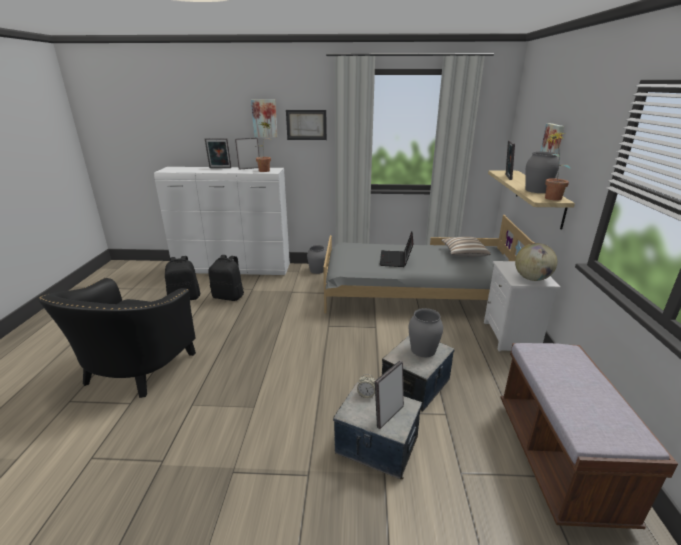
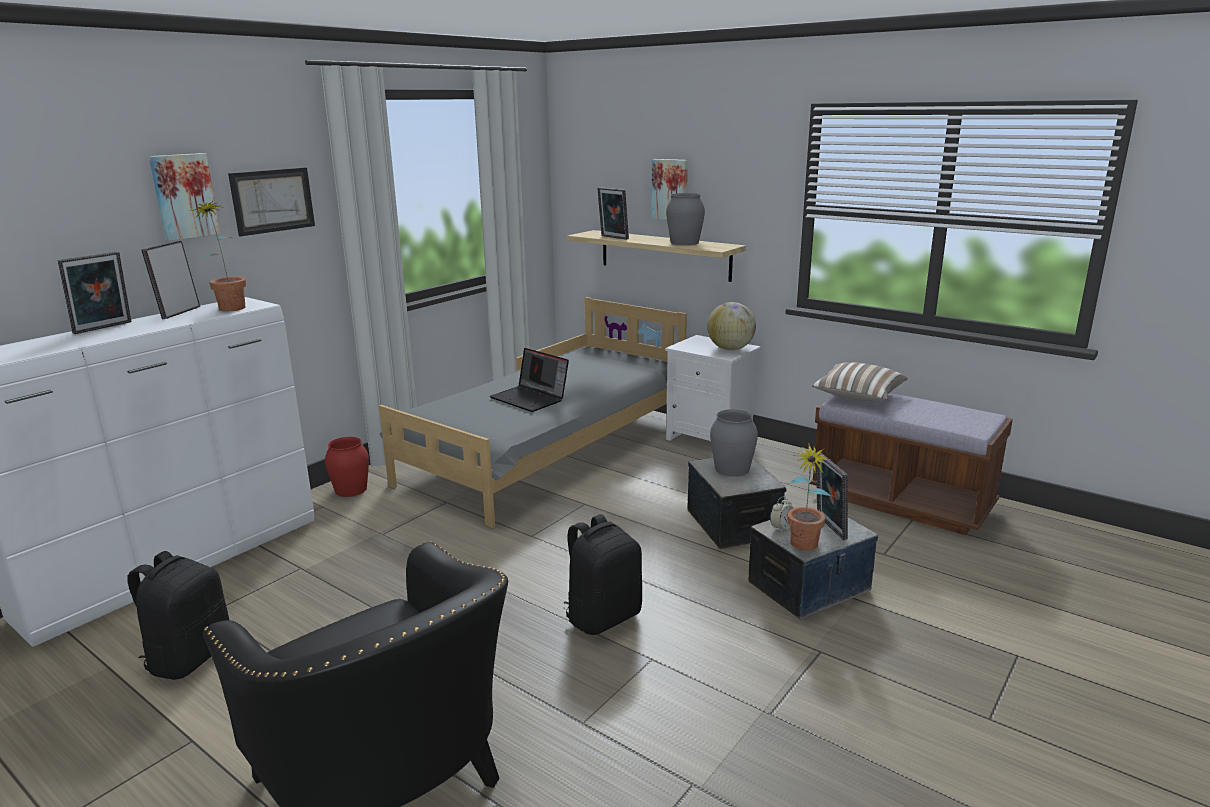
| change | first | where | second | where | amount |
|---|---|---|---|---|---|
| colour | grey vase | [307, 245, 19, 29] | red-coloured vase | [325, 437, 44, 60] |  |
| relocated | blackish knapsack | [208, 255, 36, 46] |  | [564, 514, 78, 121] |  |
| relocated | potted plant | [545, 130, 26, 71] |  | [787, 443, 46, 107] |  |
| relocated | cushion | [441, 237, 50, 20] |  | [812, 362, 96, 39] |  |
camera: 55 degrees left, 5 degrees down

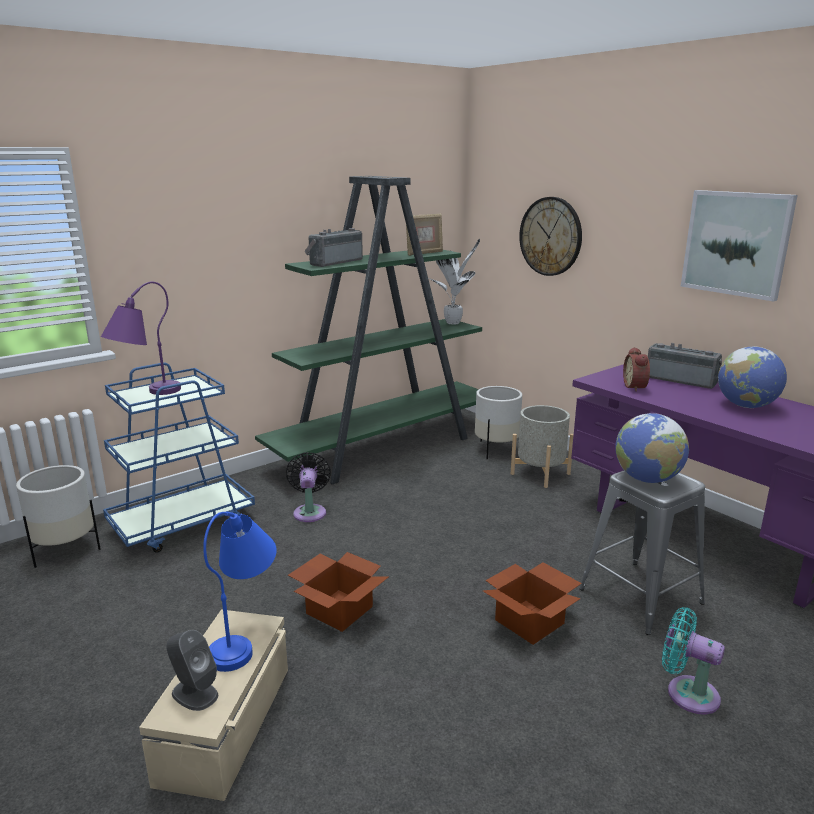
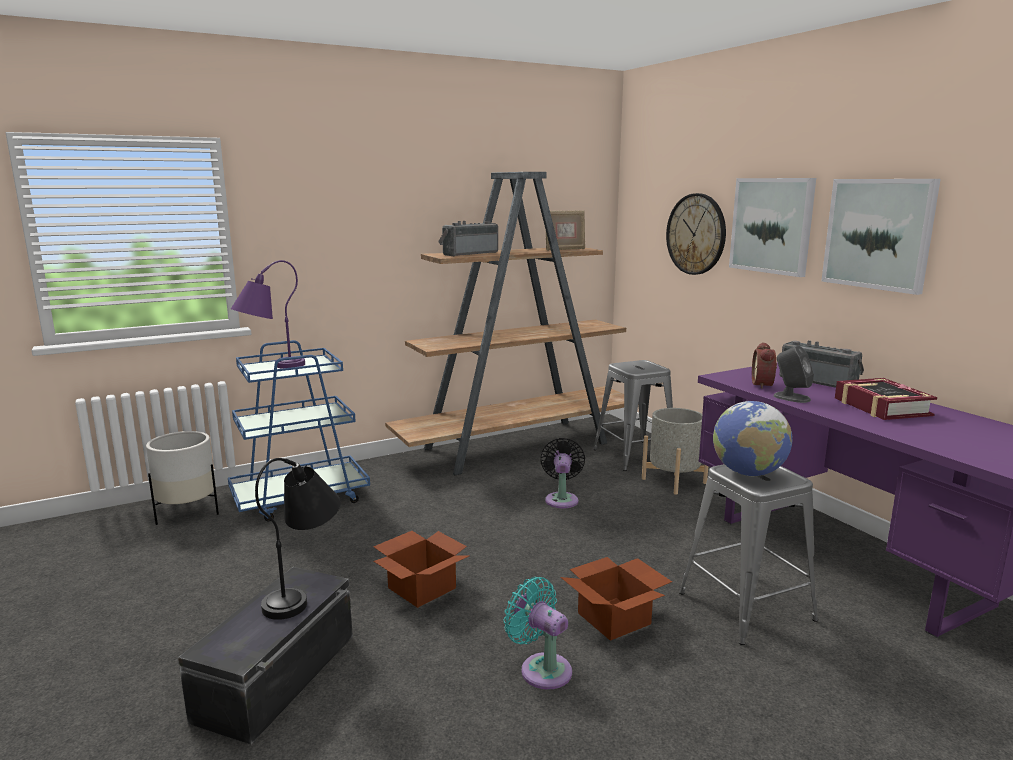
| change | first | where | second | where | amount |
|---|---|---|---|---|---|
| colour | beige storage box | [139, 609, 149, 192] | blackish storage box | [178, 567, 175, 178] |  |
| colour | blue table lamp | [203, 511, 74, 161] | blackish table lamp | [255, 458, 86, 162] |  |
| colour | green-coloured shelving unit | [255, 176, 227, 309] | brown shelving unit | [385, 172, 254, 303] |  |
| relocated | blue-green cooling fan | [662, 607, 63, 107] |  | [503, 577, 69, 113] |  |
| relocated | blackish cooling fan | [286, 452, 45, 70] |  | [540, 438, 45, 70] |  |
| exchanged | white flower pot | [475, 386, 47, 74] | grey sitting stool | [593, 360, 80, 111] |  |
| appeared |  |  | wall art | [729, 178, 87, 99] |  |
| relocated | grey loudspeaker | [166, 630, 52, 81] |  | [773, 345, 41, 58] |  |
| exchanged | desk globe | [718, 346, 69, 62] | volume | [835, 378, 102, 42] |  |
| missing | potted plant | [429, 239, 51, 86] |  |  |  |
camera: 10 degrees right, 5 degrees down

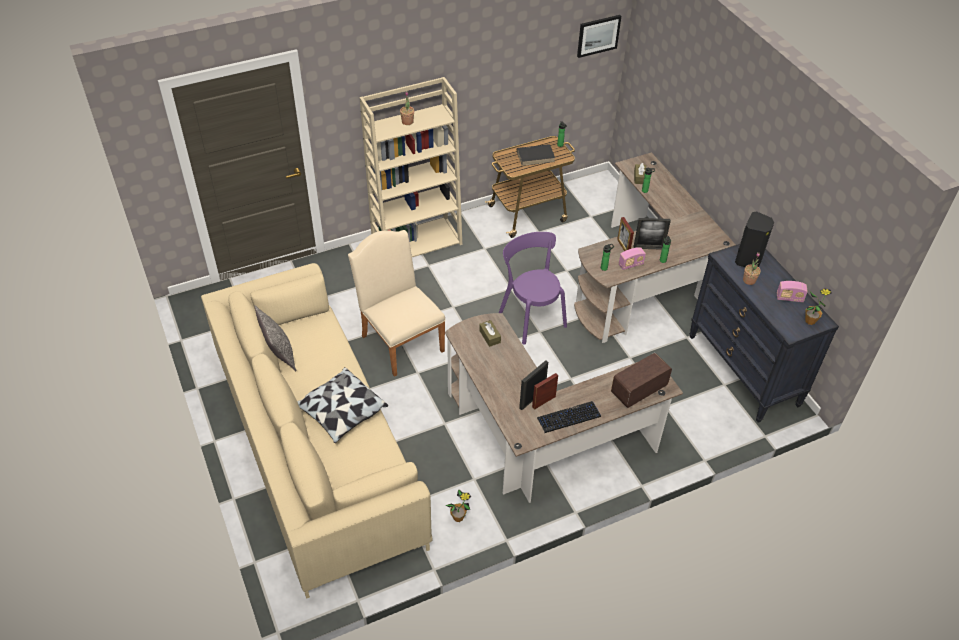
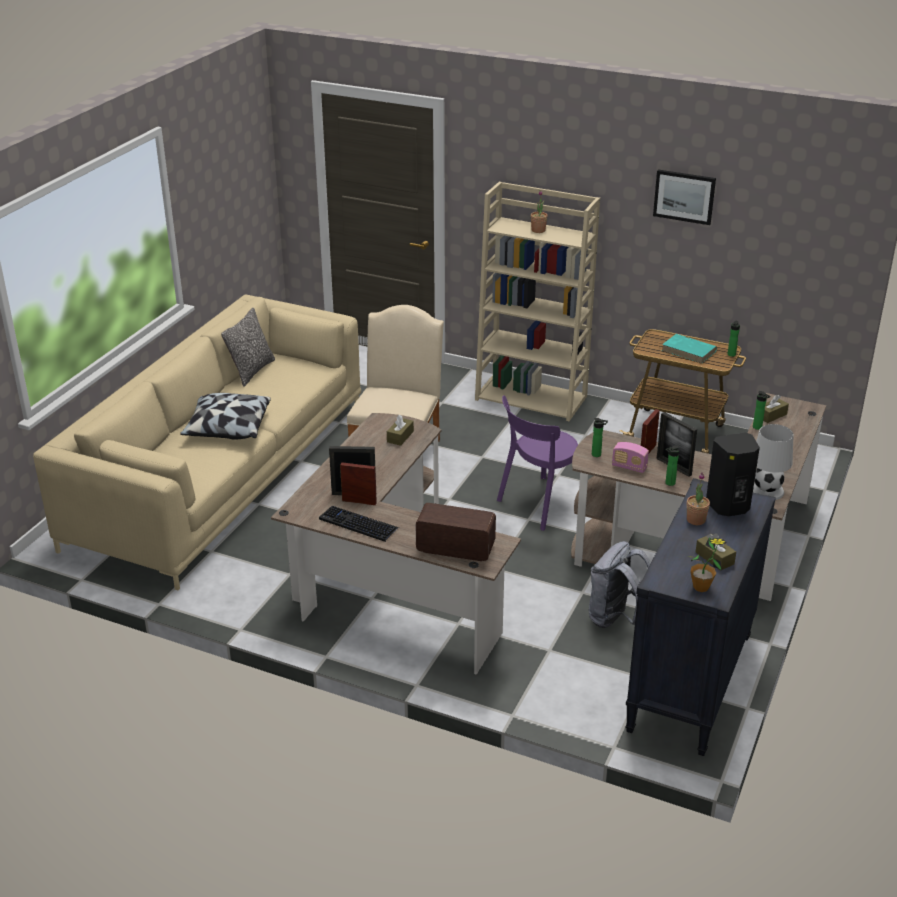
| change | first | where | second | where | amount |
|---|---|---|---|---|---|
| spun | purple plain chair | [499, 232, 68, 113] |  | [497, 395, 81, 136] | 150 degrees counterclockwise |
| appeared |  |  | grey knapsack | [589, 541, 62, 87] |  |
| relocated | wall art | [577, 15, 44, 43] |  | [653, 170, 63, 55] |  |
| colour | blackish volume | [517, 144, 38, 22] | blue-green volume | [662, 334, 55, 30] |  |
| exchanged | radio | [777, 281, 31, 21] | brown tissue holder | [696, 533, 40, 38] |  |
| appeared |  |  | white table lamp | [753, 424, 41, 76] |  |
| missing | potted plant | [446, 489, 25, 33] |  |  |  |
camera: 50 degrees right, 15 degrees down

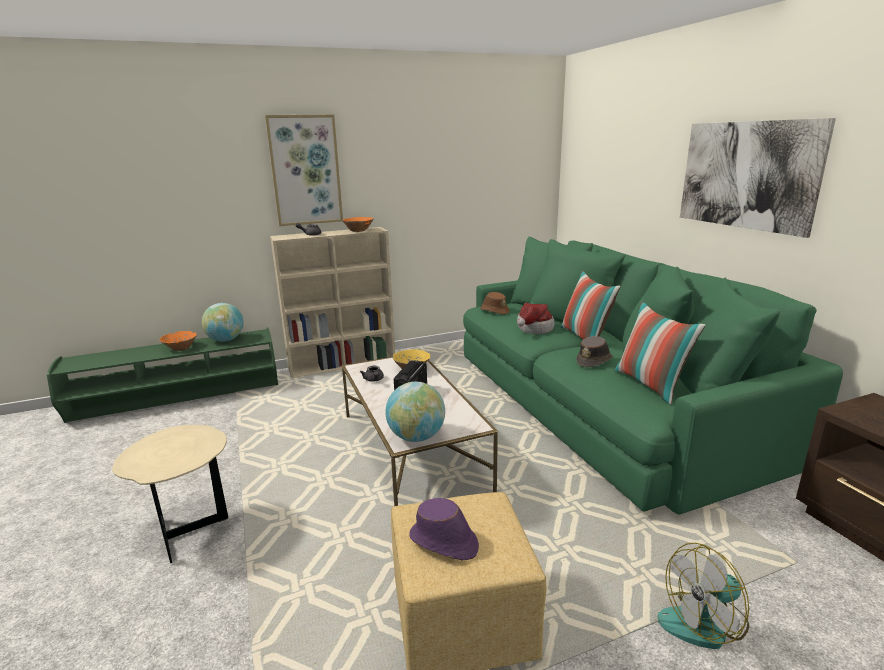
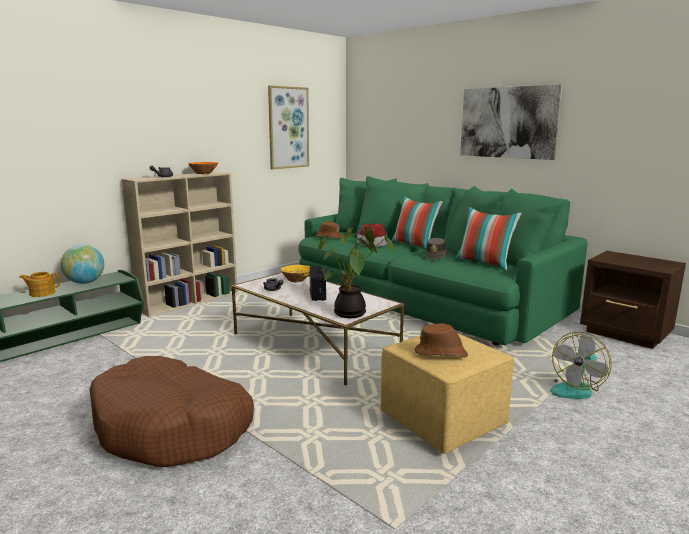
| change | first | where | second | where | amount |
|---|---|---|---|---|---|
| exchanged | orangey deep dish | [160, 331, 37, 20] | tea pot | [19, 272, 41, 25] |  |
| exchanged | beige side table | [112, 425, 116, 138] | brown pet bed | [89, 356, 165, 111] |  |
| relocated | wall art | [265, 115, 78, 111] |  | [268, 85, 41, 84] |  |
| exchanged | desk globe | [385, 382, 60, 60] | potted plant | [318, 227, 75, 91] |  |
| colour | purple hat | [409, 498, 70, 62] | brown hat | [414, 323, 54, 34] |  |
camera: 25 degrees left, 5 degrees down

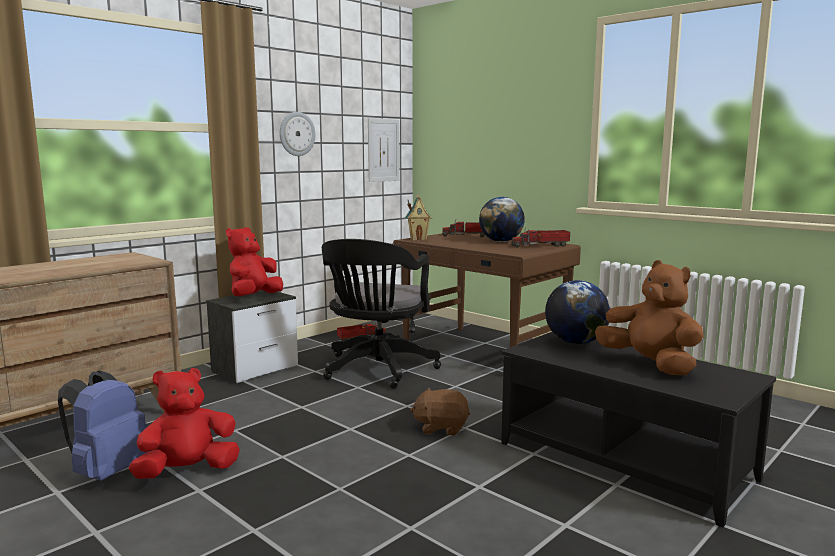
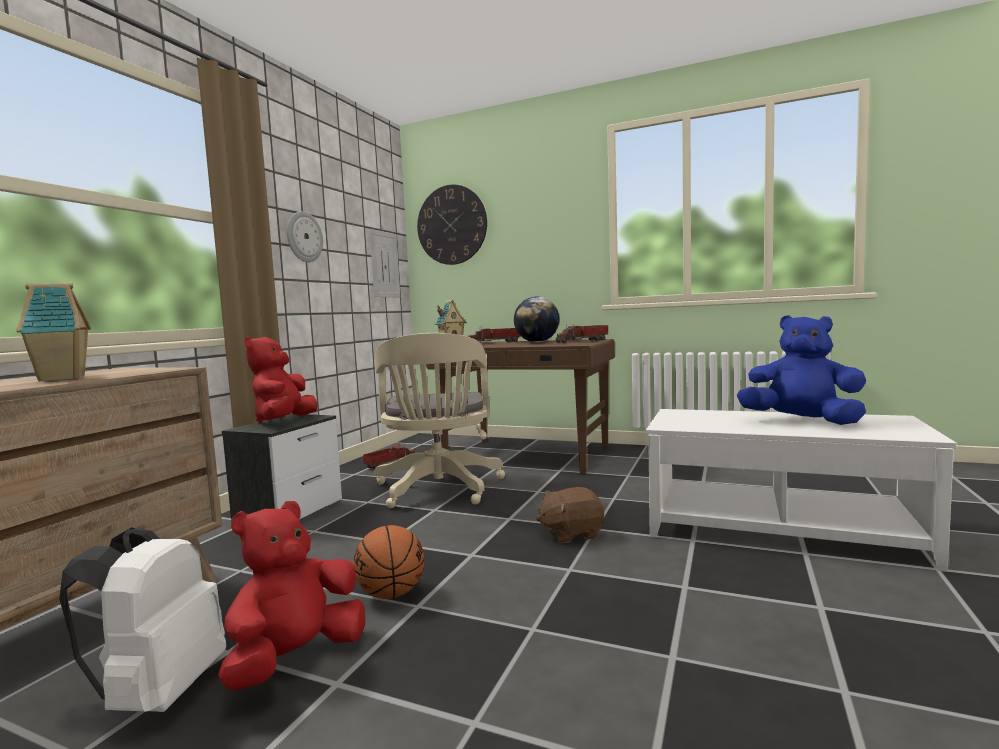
| change | first | where | second | where | amount |
|---|---|---|---|---|---|
| appeared |  |  | miniature house | [16, 283, 75, 98] |  |
| colour | blue knapsack | [58, 370, 90, 111] | white knapsack | [59, 527, 167, 185] |  |
| appeared |  |  | basketball | [353, 525, 71, 74] |  |
| colour | blackish computer chair | [322, 239, 119, 150] | beige computer chair | [374, 333, 131, 175] |  |
| appeared |  |  | wall clock | [417, 184, 70, 81] |  |
| colour | blackish low table | [501, 332, 275, 195] | white low table | [646, 409, 311, 163] |  |
| colour | brown plush toy | [595, 260, 109, 115] | blue plush toy | [737, 315, 129, 110] |  |
| missing | desk globe | [545, 280, 66, 64] |  |  |  |
camera: 20 degrees left, 5 degrees down

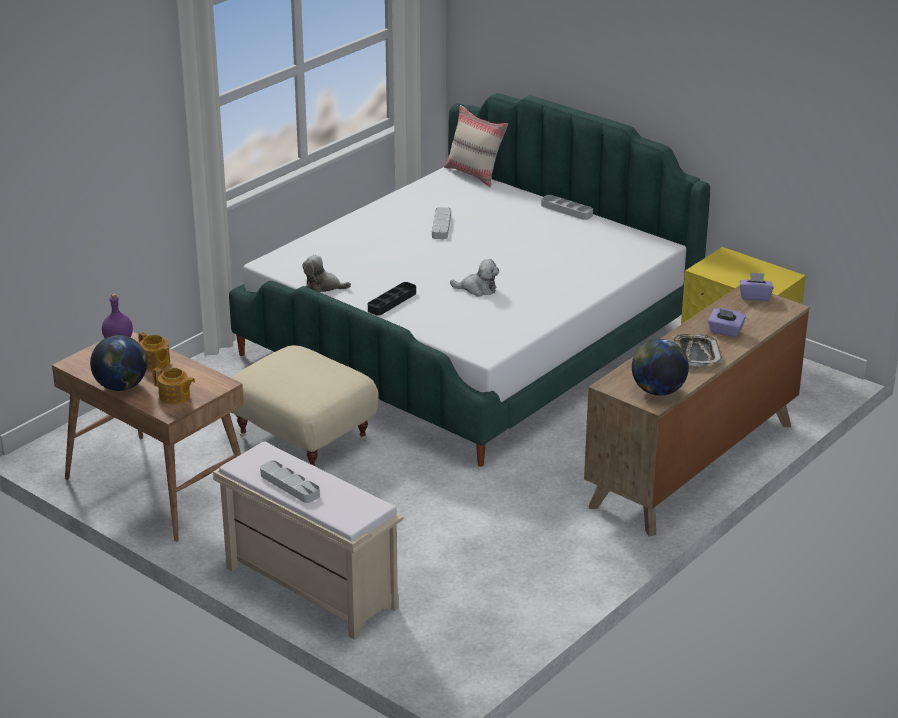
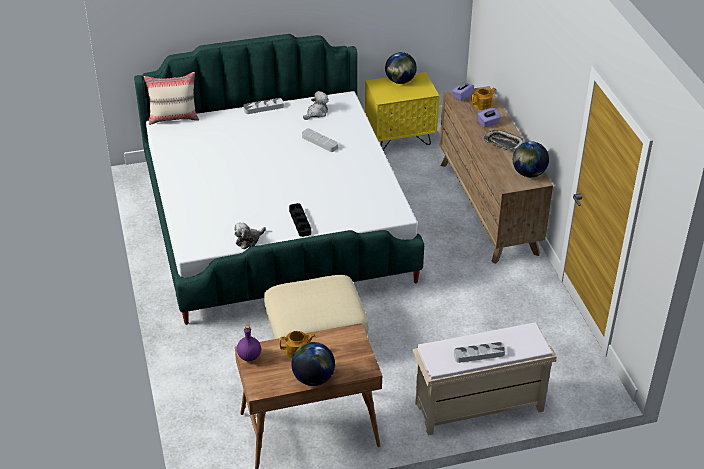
| change | first | where | second | where | amount |
|---|---|---|---|---|---|
| relocated | grey tray | [432, 207, 19, 32] |  | [302, 129, 36, 23] |  |
| relocated | plush toy | [450, 259, 49, 38] |  | [303, 91, 26, 29] |  |
| appeared |  |  | desk globe | [385, 52, 32, 32] |  |
| relocated | tea pot | [152, 368, 43, 37] |  | [471, 88, 25, 22] |  |
camera: 55 degrees left, 10 degrees up

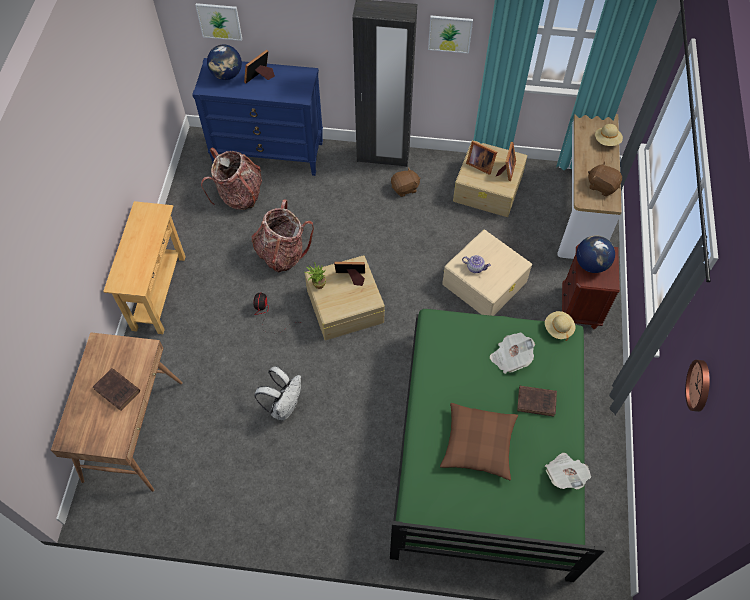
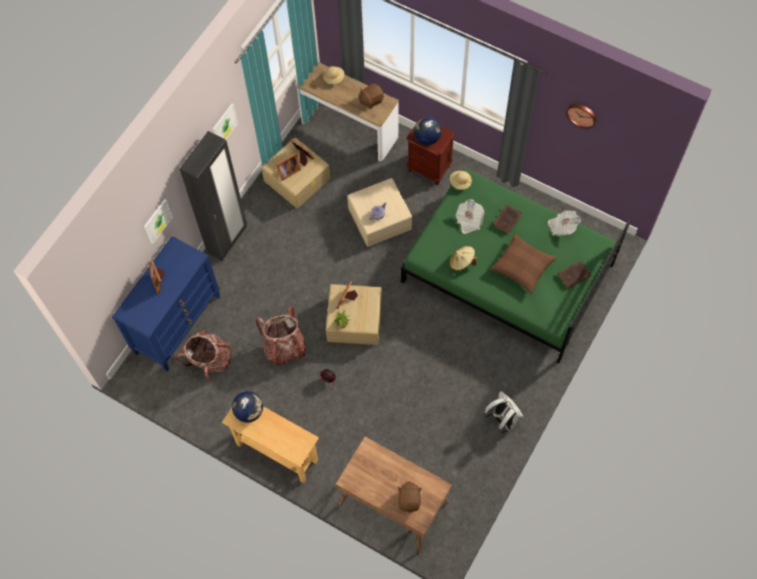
| change | first | where | second | where | amount |
|---|---|---|---|---|---|
| relocated | wall art | [195, 3, 47, 38] |  | [144, 199, 29, 45] |  |
| relocated | desk globe | [207, 44, 35, 36] |  | [232, 391, 31, 32] |  |
| relocated | brown plush toy | [391, 167, 30, 30] |  | [398, 481, 24, 32] |  |
| appeared |  |  | beige hat | [449, 246, 28, 25] |  |
| relocated | white knapsack | [254, 366, 47, 54] |  | [484, 391, 40, 42] |  |
| relocated | brown volume | [93, 368, 47, 43] |  | [558, 261, 33, 28] |  |
camera: 65 degrees left, 5 degrees up

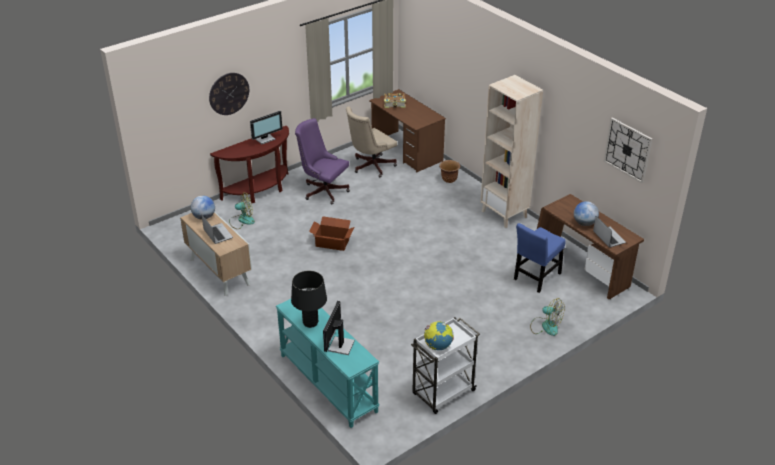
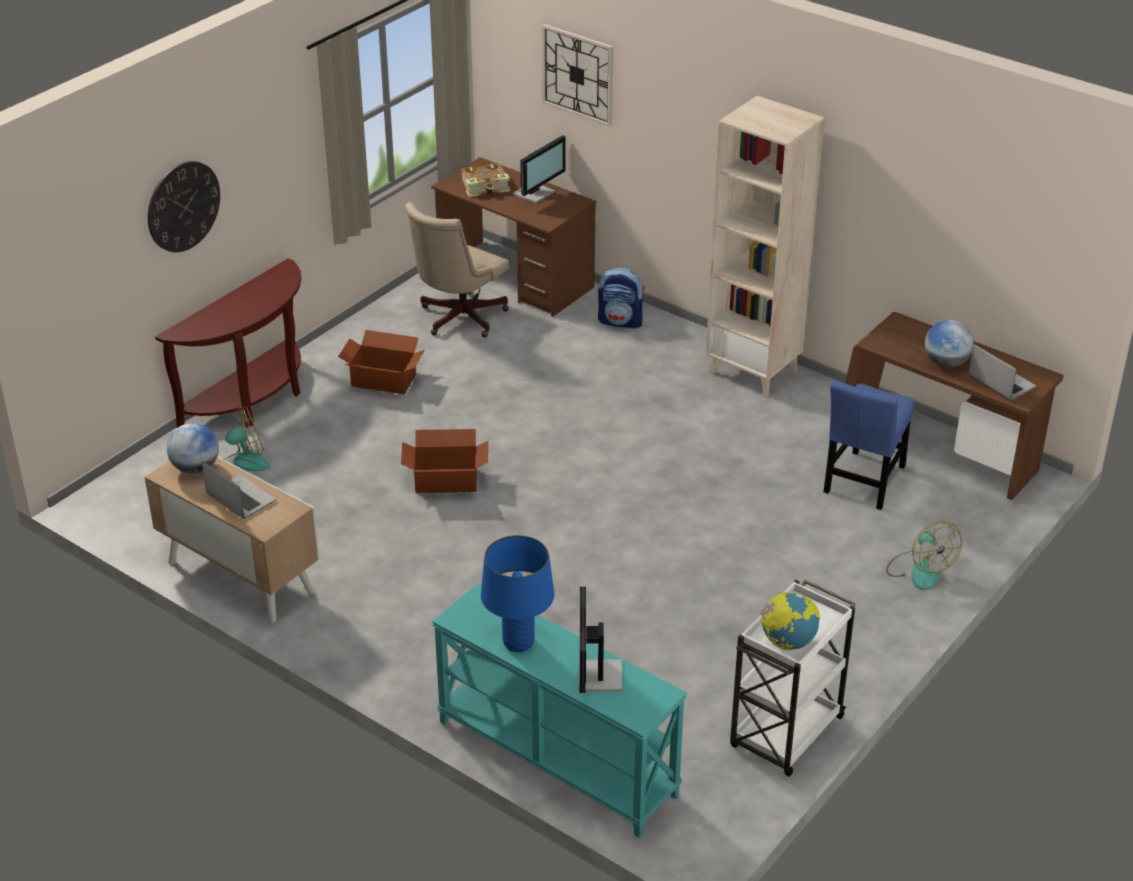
| change | first | where | second | where | amount |
|---|---|---|---|---|---|
| exchanged | purple computer chair | [295, 118, 55, 86] | carton | [338, 330, 87, 64] |  |
| colour | blackish table lamp | [291, 271, 36, 57] | blue table lamp | [481, 535, 73, 117] |  |
| relocated | monitor | [250, 111, 32, 33] |  | [513, 135, 52, 69] |  |
| relocated | wall clock | [604, 118, 48, 65] |  | [542, 24, 71, 103] |  |
| exchanged | brown flower pot | [439, 160, 21, 23] | knapsack | [598, 267, 47, 62] |  |
| spun | cooling fan | [530, 298, 35, 38] |  | [886, 522, 76, 68] | 45 degrees clockwise |
camera: 15 degrees left, 0 degrees up

